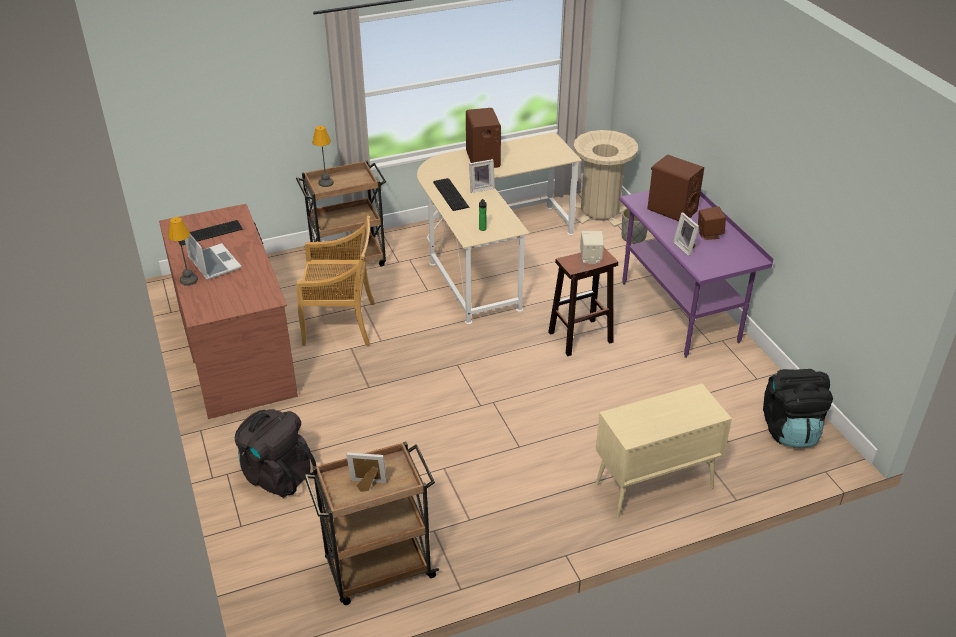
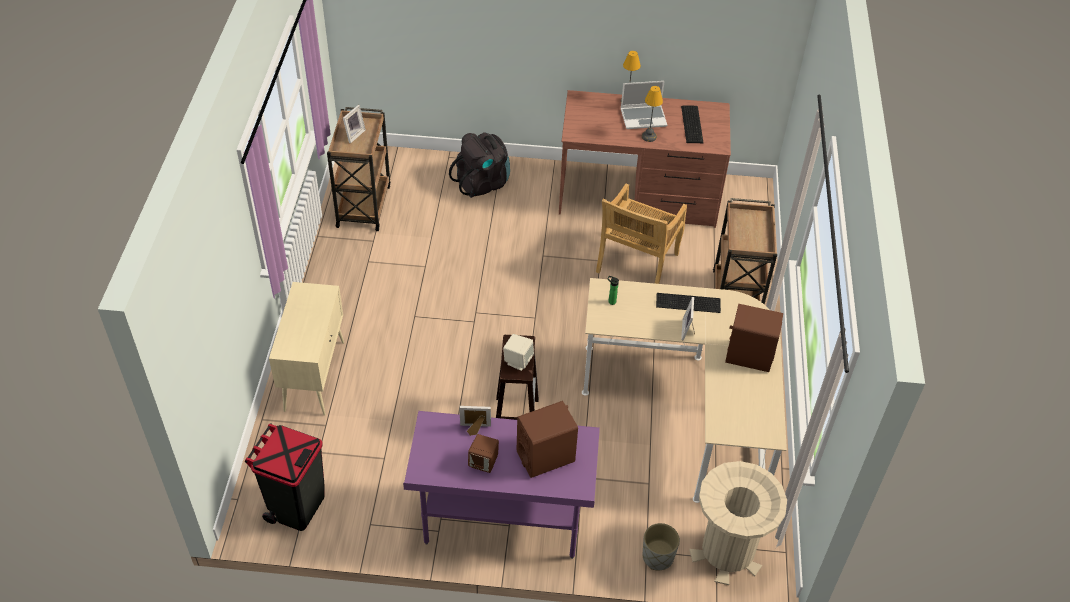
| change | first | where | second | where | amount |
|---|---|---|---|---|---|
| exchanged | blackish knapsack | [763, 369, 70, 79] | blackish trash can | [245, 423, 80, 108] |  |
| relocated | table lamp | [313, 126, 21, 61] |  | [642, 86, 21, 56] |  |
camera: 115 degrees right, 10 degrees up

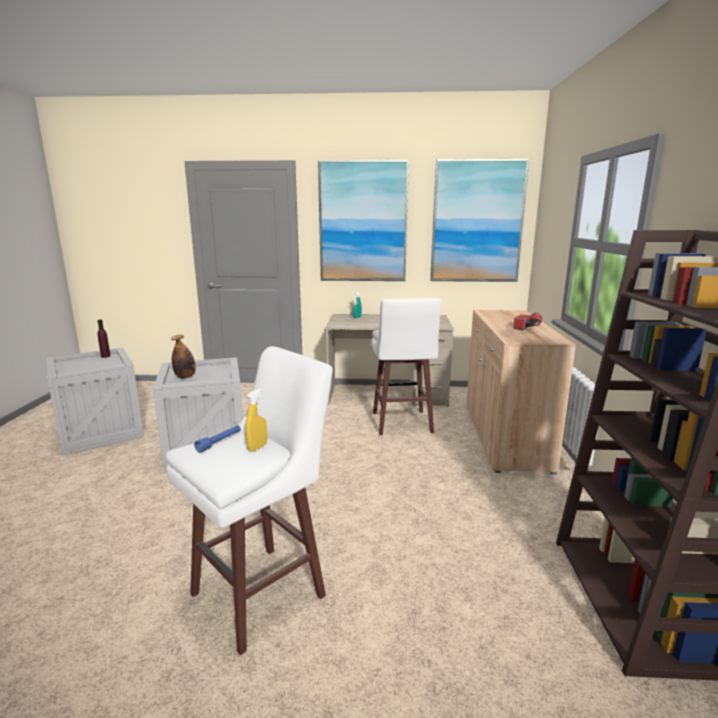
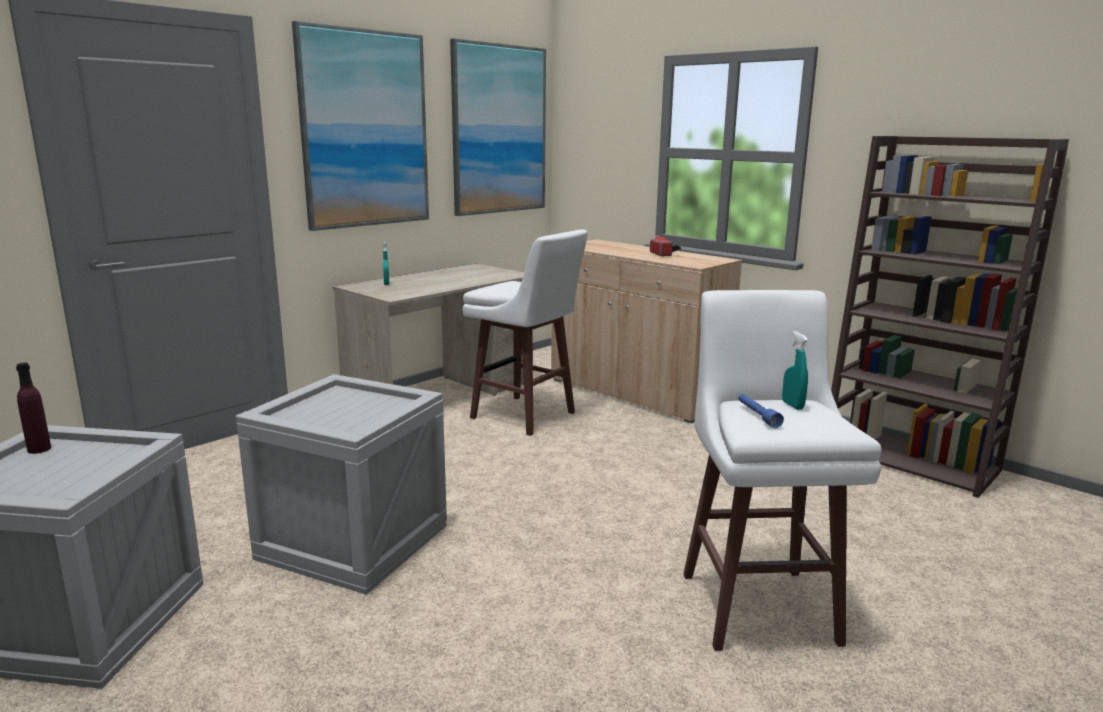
| change | first | where | second | where | amount |
|---|---|---|---|---|---|
| colour | yellowish hand sprayer | [245, 388, 22, 64] | blue-green hand sprayer | [782, 331, 26, 79] |  |
| missing | bottle | [171, 335, 25, 44] |  |  |  |
camera: 50 degrees left, 0 degrees up

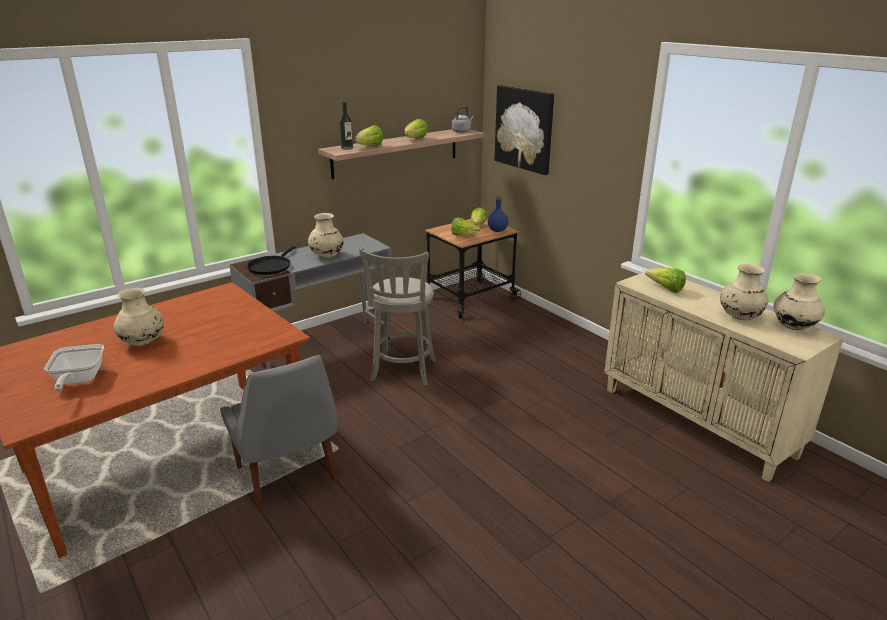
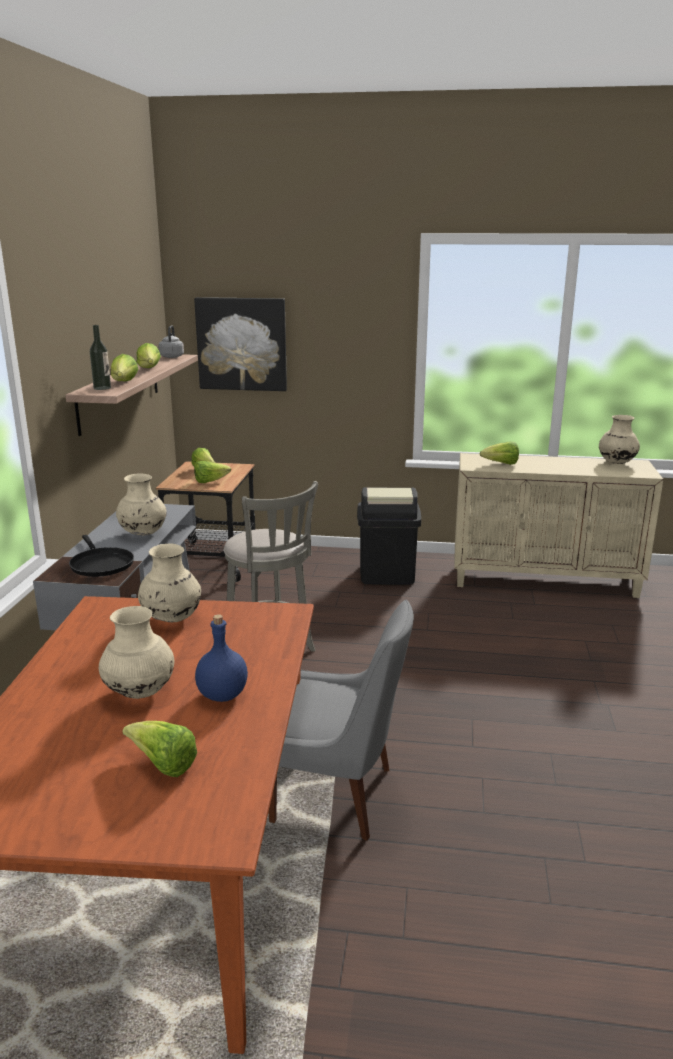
| change | first | where | second | where | amount |
|---|---|---|---|---|---|
| exchanged | frying pan | [44, 344, 60, 48] | head of lettuce | [123, 721, 74, 56] |  |
| relocated | beige vase | [720, 264, 49, 56] |  | [138, 544, 63, 78] |  |
| relocated | blue bottle | [488, 196, 20, 36] |  | [195, 614, 53, 88] |  |
| appeared |  |  | blackish trash can | [357, 487, 64, 98] |  |
camera: 45 degrees left, 5 degrees down

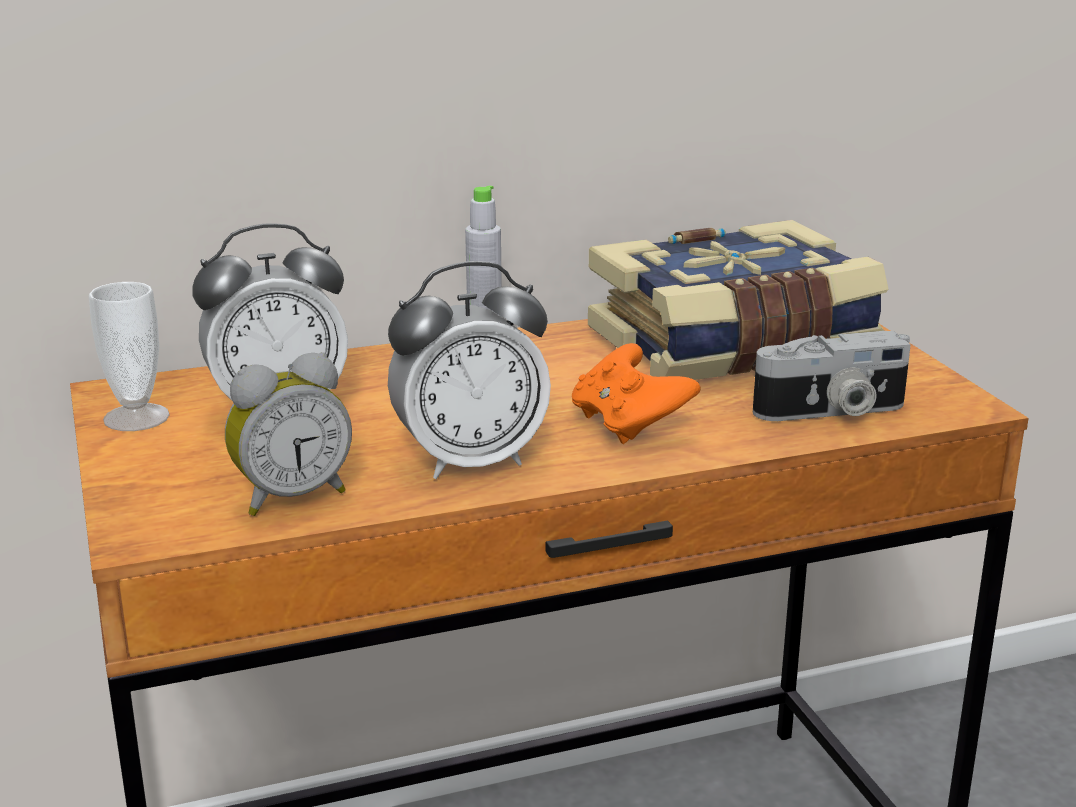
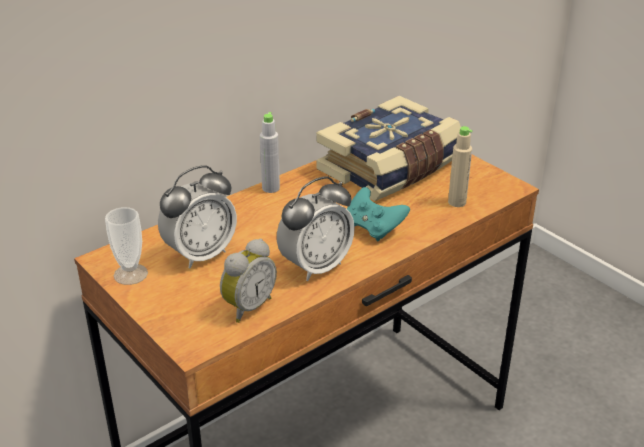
| change | first | where | second | where | amount |
|---|---|---|---|---|---|
| colour | orangey gamepad | [572, 343, 129, 101] | blue-green gamepad | [347, 187, 63, 55] |  |
| exchanged | still camera | [753, 331, 158, 90] | beige bottle | [448, 126, 25, 81] |  |
camera: 20 degrees left, 10 degrees up

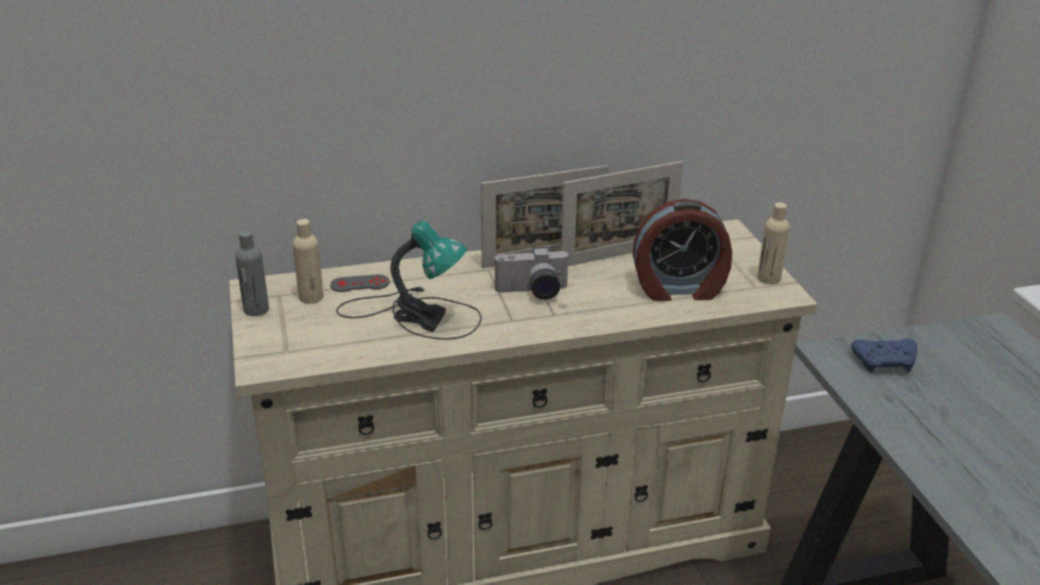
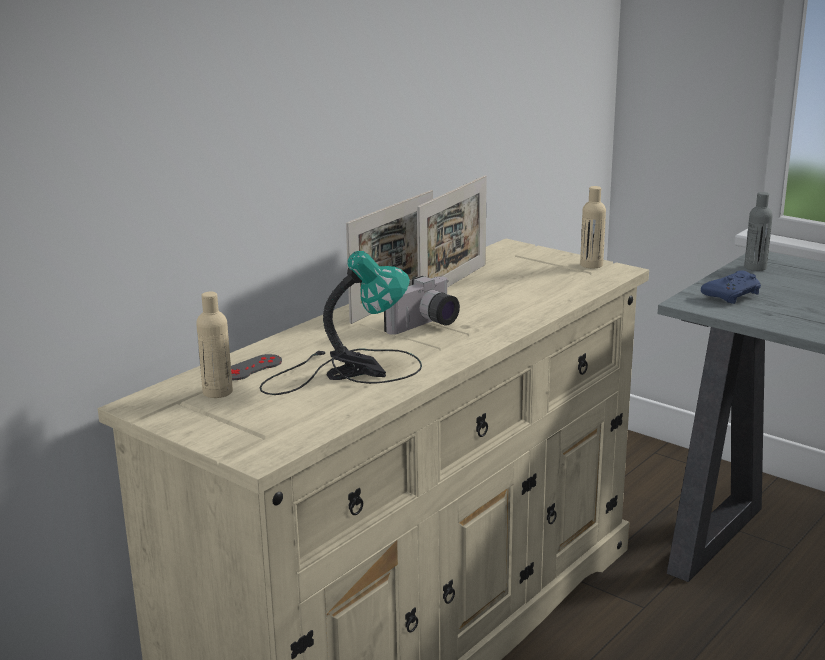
| change | first | where | second | where | amount |
|---|---|---|---|---|---|
| relocated | grey bottle | [235, 230, 34, 86] |  | [744, 192, 29, 79] |  |
| missing | alarm clock | [633, 199, 99, 102] |  |  |  |
camera: 35 degrees left, 10 degrees down

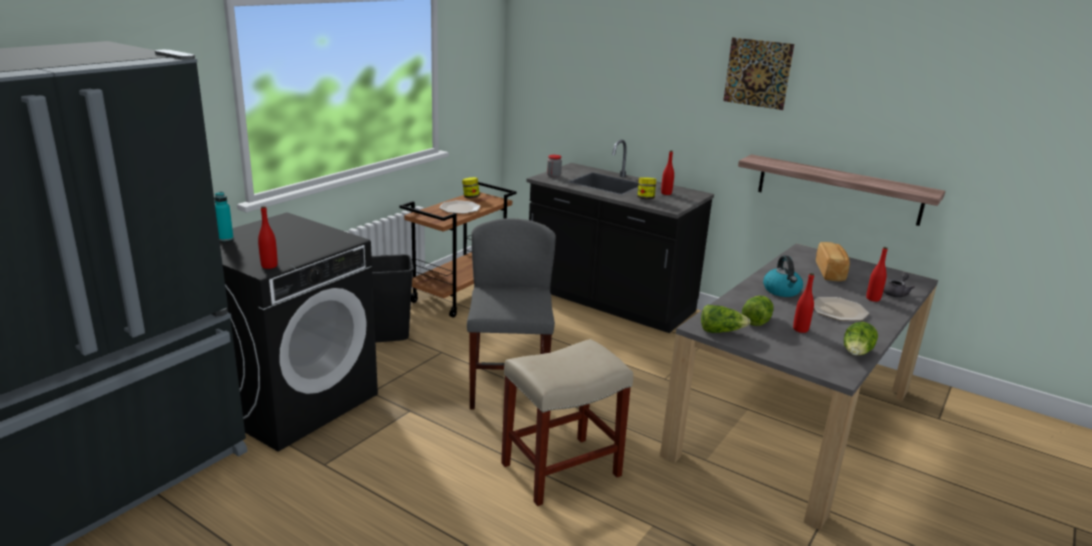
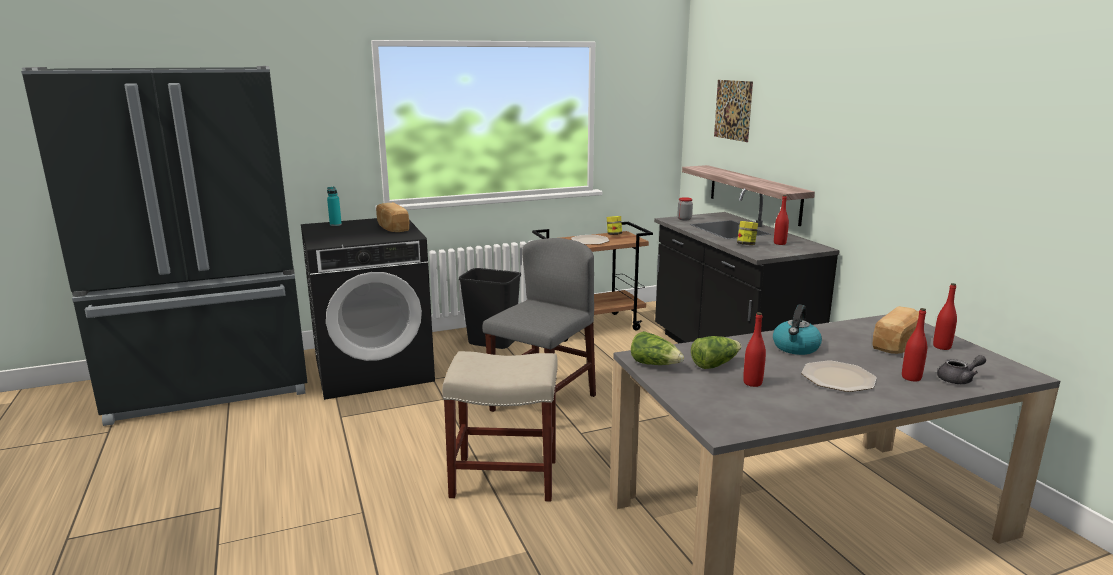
| change | first | where | second | where | amount |
|---|---|---|---|---|---|
| appeared |  |  | bread | [376, 202, 33, 30] |  |
| relocated | wall shelf | [738, 154, 207, 72] |  | [682, 165, 133, 61] |  |
| relocated | wall art | [723, 37, 71, 73] |  | [714, 80, 39, 62] |  |
| relocated | red-coloured bottle | [258, 206, 20, 63] |  | [933, 283, 24, 67] |  |
| missing | head of lettuce | [844, 322, 34, 34] |  |  |  |
camera: 35 degrees right, 5 degrees down

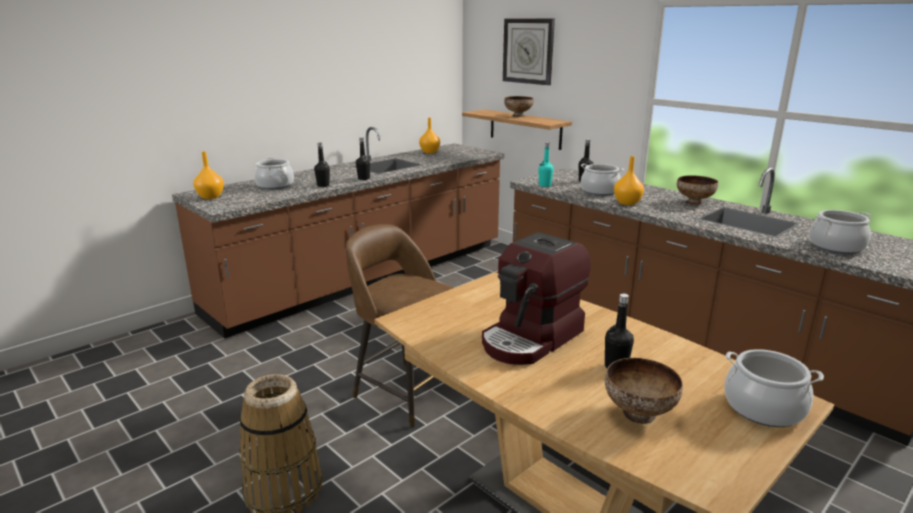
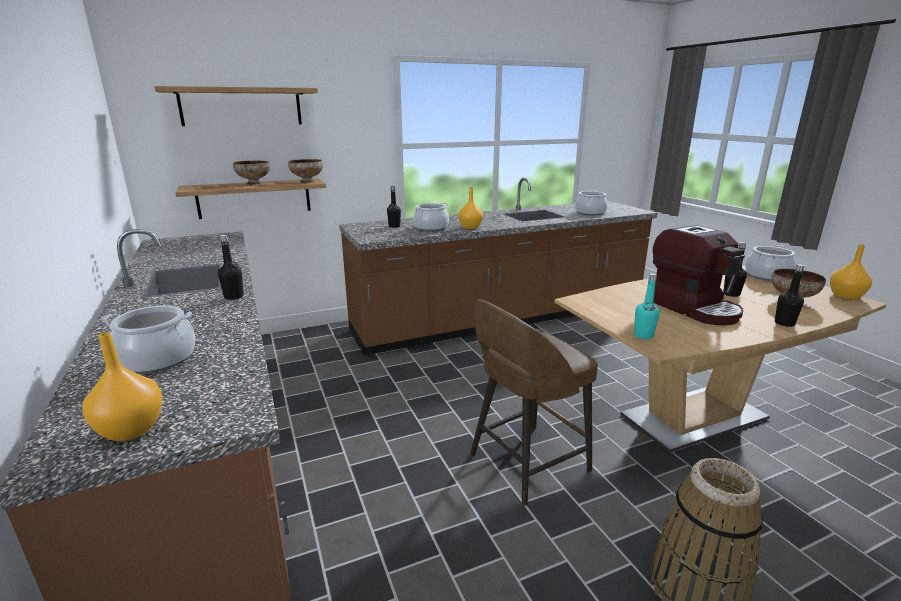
| change | first | where | second | where | amount |
|---|---|---|---|---|---|
| exchanged | wall clock | [503, 18, 52, 67] | wall shelf | [154, 86, 164, 40] |  |
| relocated | deep dish | [677, 175, 41, 30] |  | [288, 159, 35, 24] |  |
| relocated | blue-green bottle | [538, 142, 16, 45] |  | [634, 273, 26, 66] |  |
| relocated | blackish bottle | [314, 142, 16, 45] |  | [775, 264, 29, 63] |  |
| relocated | orangey vase | [419, 118, 21, 36] |  | [830, 244, 42, 56] |  |
camera: 70 degrees left, 0 degrees up

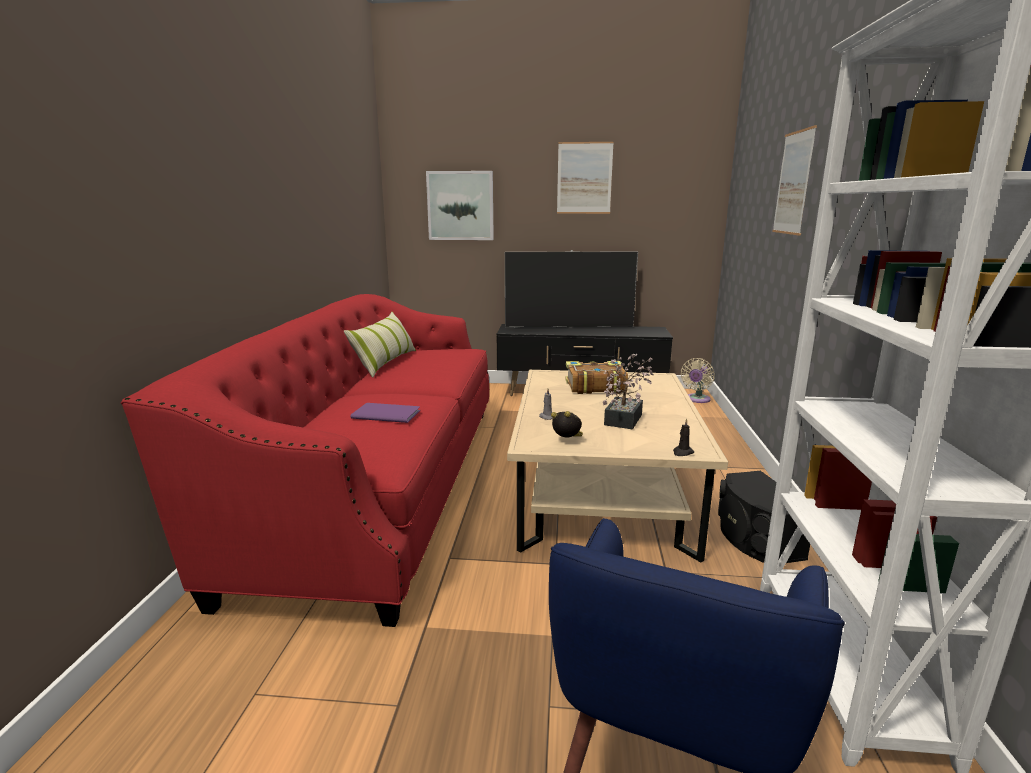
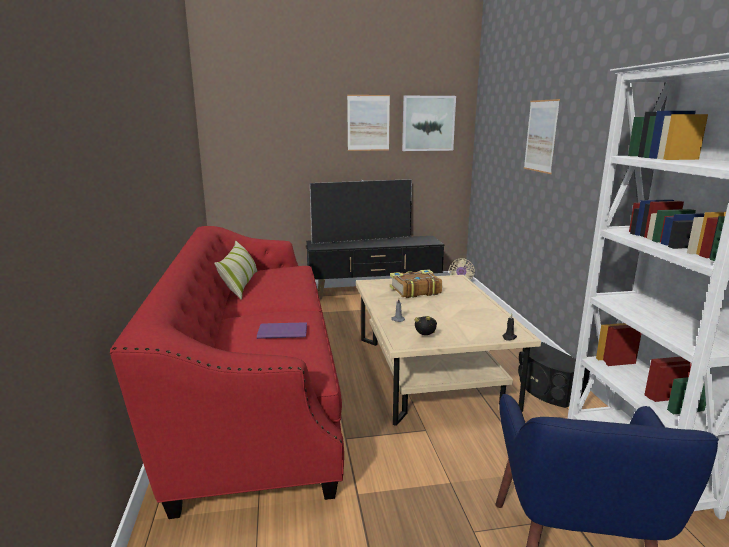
| change | first | where | second | where | amount |
|---|---|---|---|---|---|
| relocated | wall art | [426, 171, 68, 69] |  | [402, 96, 54, 55] |  |
| missing | potted plant | [603, 354, 51, 75] |  |  |  |
camera: 15 degrees left, 0 degrees up

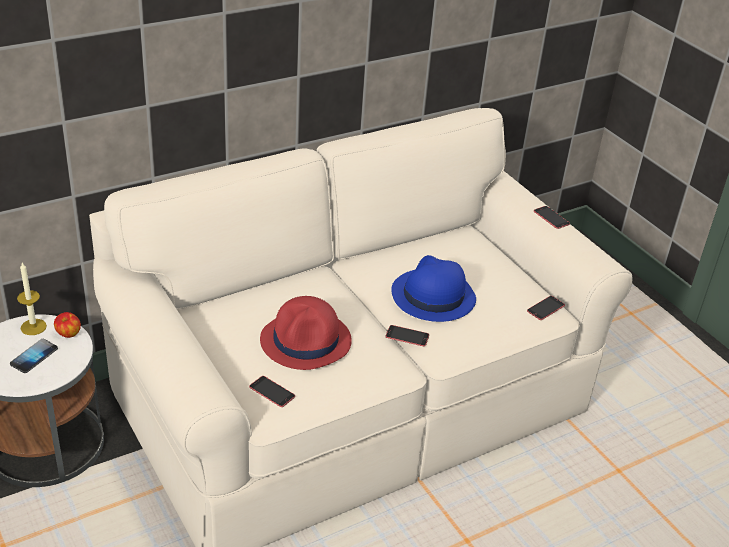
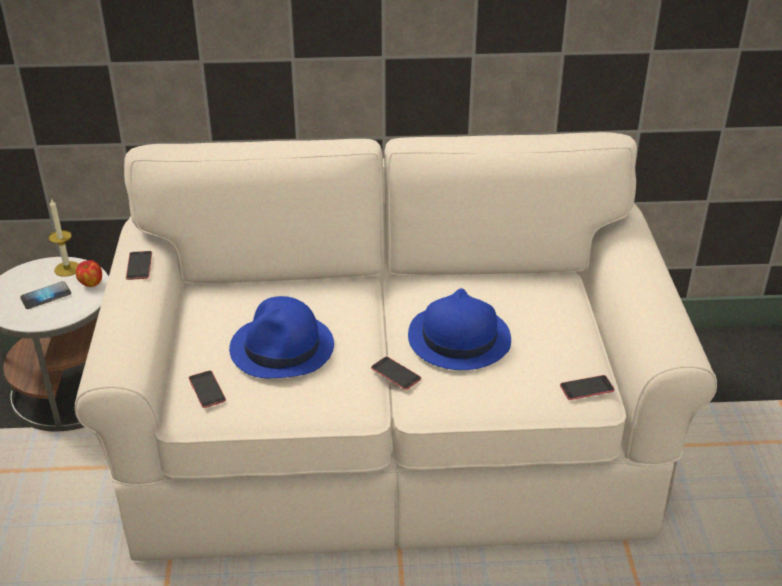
| change | first | where | second | where | amount |
|---|---|---|---|---|---|
| relocated | handset | [534, 206, 36, 23] |  | [126, 251, 26, 29] |  |
| colour | red-coloured hat | [260, 296, 92, 74] | blue hat | [229, 296, 105, 82] |  |
camera: 30 degrees right, 0 degrees up

